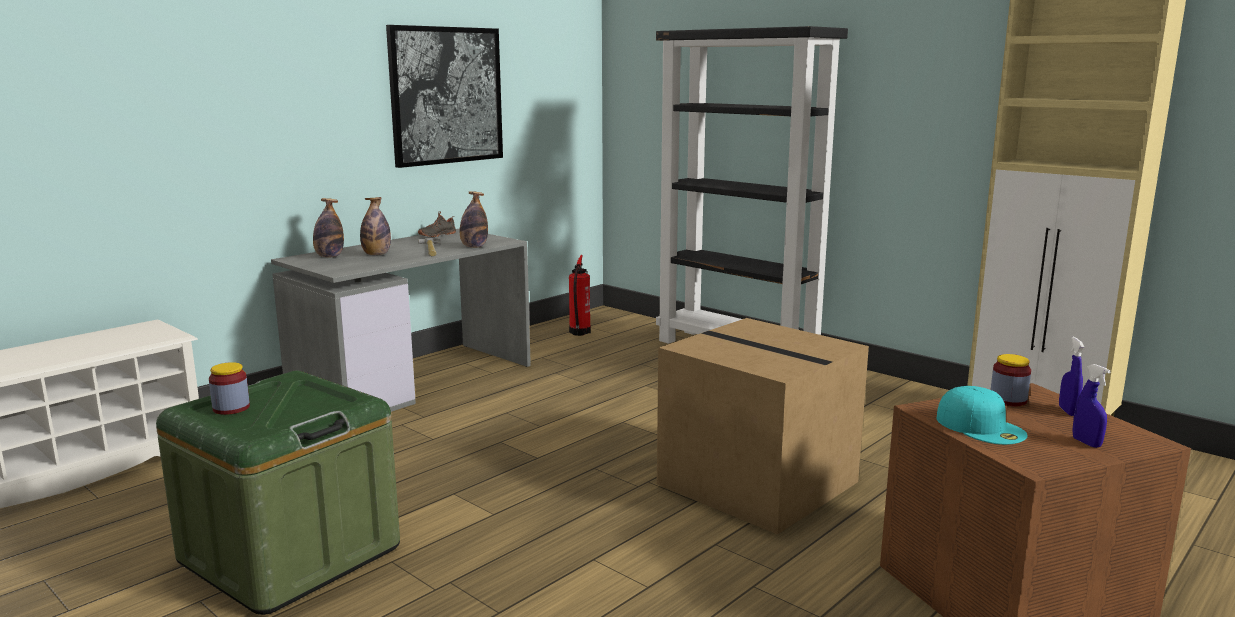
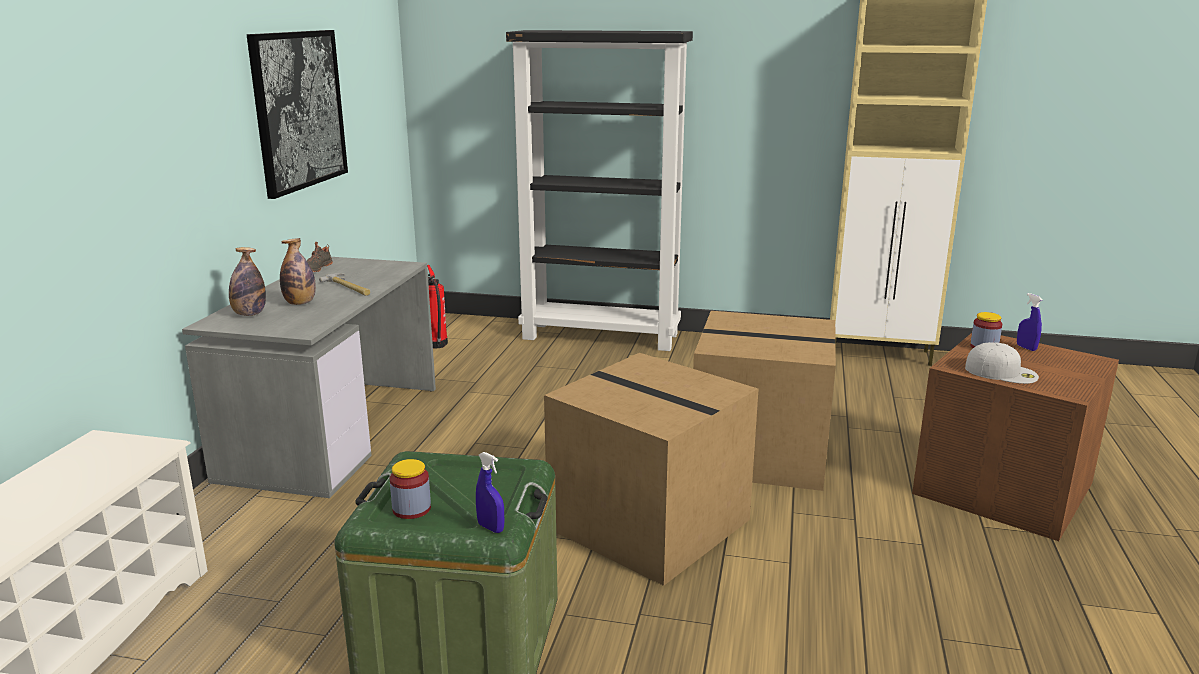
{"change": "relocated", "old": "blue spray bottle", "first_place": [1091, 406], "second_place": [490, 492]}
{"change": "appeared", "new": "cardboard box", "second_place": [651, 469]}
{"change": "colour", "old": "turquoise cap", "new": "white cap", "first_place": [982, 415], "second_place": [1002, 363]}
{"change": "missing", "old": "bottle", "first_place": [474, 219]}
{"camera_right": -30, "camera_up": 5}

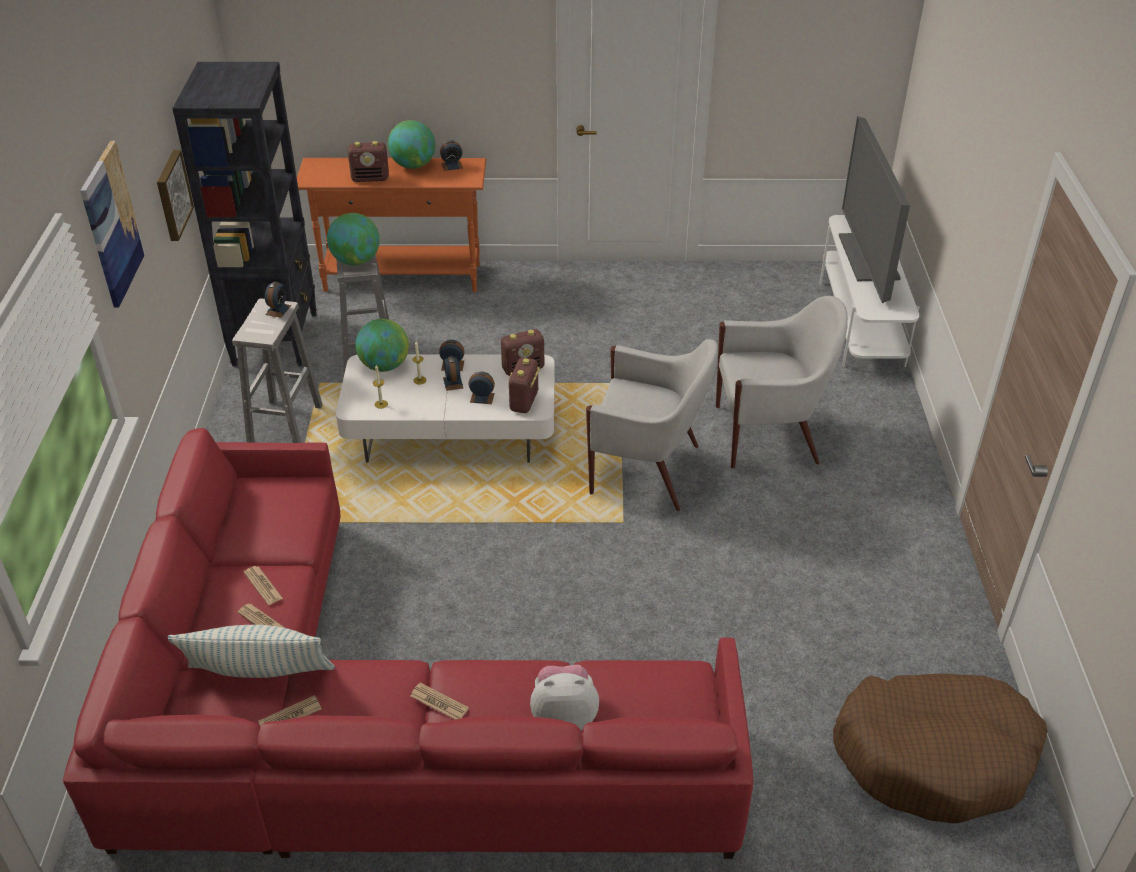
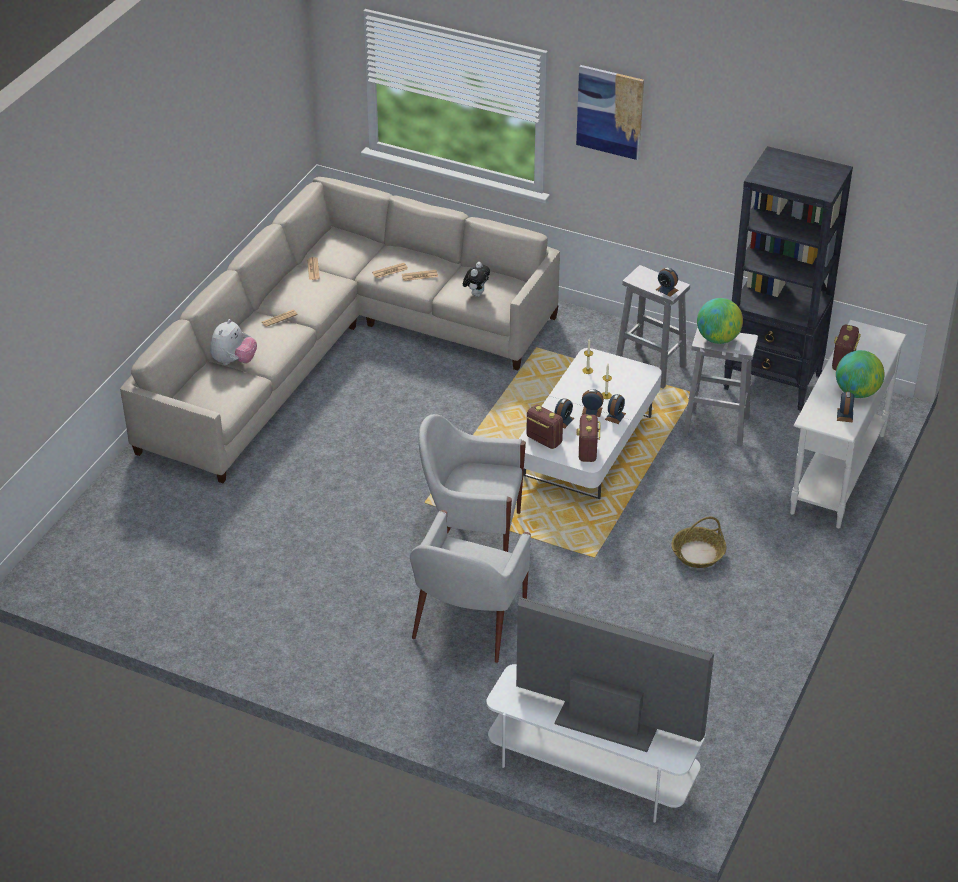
{"change": "colour", "old": "red sofa", "new": "beige sofa", "first_place": [408, 643], "second_place": [340, 330]}
{"change": "spun", "old": "white armchair", "first_place": [652, 425], "second_place": [472, 483], "degrees": 60}
{"change": "appeared", "new": "plush toy", "second_place": [476, 279]}
{"change": "appeared", "new": "basket", "second_place": [698, 542]}
{"change": "colour", "old": "orange console table", "new": "white console table", "first_place": [391, 225], "second_place": [848, 424]}
{"change": "missing", "old": "picture", "first_place": [175, 195]}
{"change": "missing", "old": "pillow", "first_place": [251, 651]}
{"change": "missing", "old": "globe", "first_place": [382, 345]}
{"change": "missing", "old": "brown dog bed", "first_place": [940, 748]}
{"camera_right": 115, "camera_up": 0}

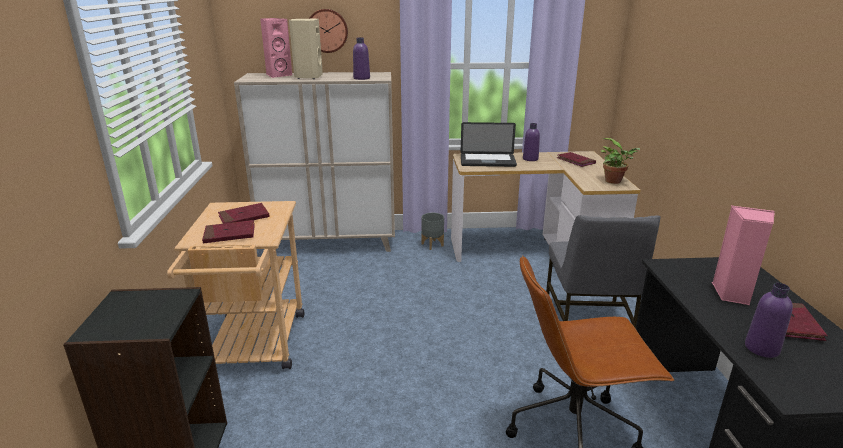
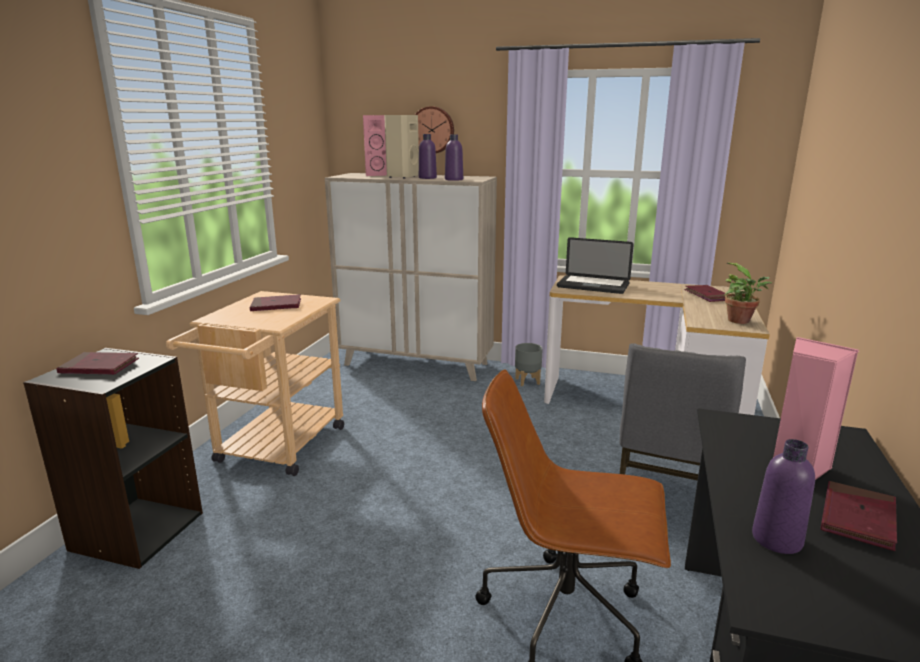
{"change": "relocated", "old": "red book", "first_place": [228, 231], "second_place": [97, 363]}
{"change": "relocated", "old": "purple bottle", "first_place": [531, 142], "second_place": [428, 156]}
{"camera_right": 20, "camera_up": -5}

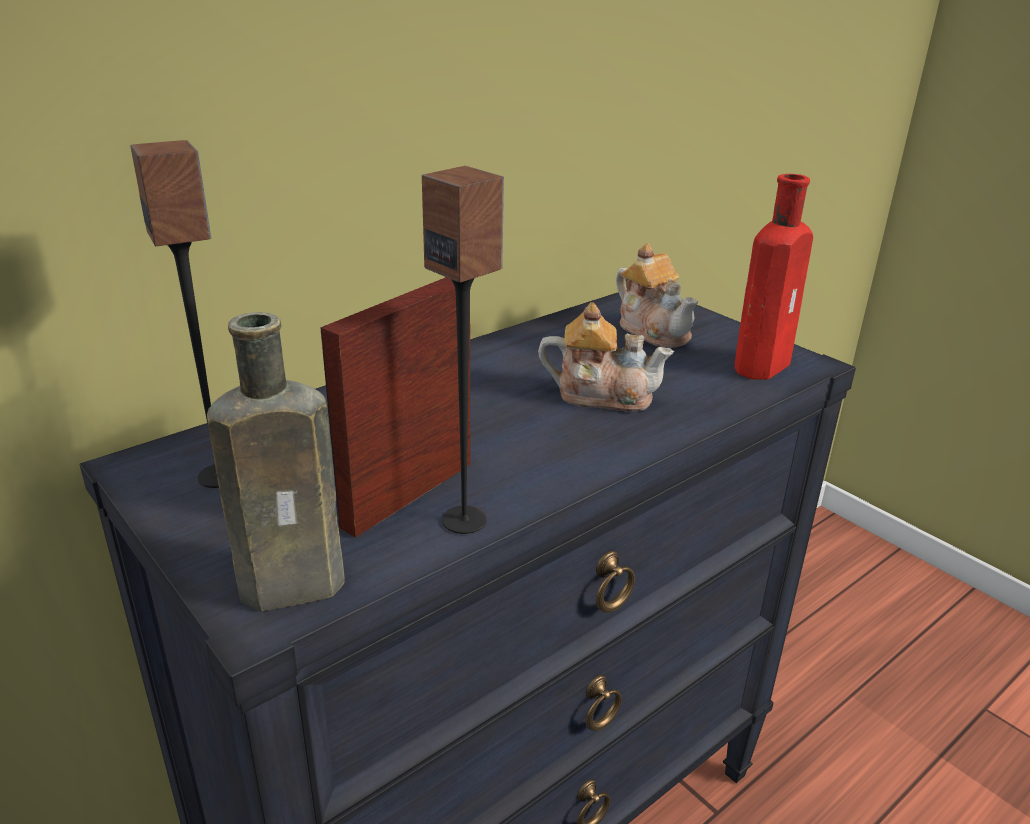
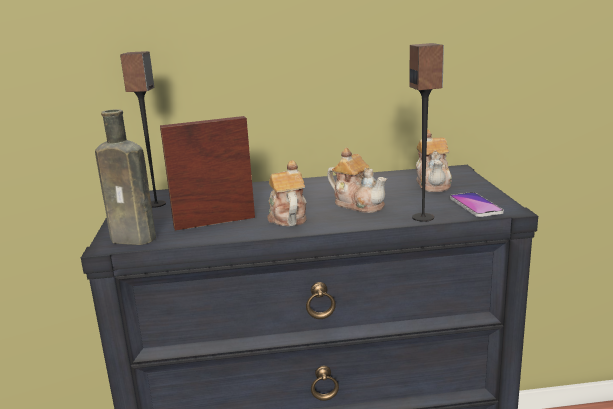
{"change": "appeared", "new": "teapot", "second_place": [287, 193]}
{"change": "relocated", "old": "speaker", "first_place": [463, 350], "second_place": [426, 132]}
{"change": "exchanged", "old": "red bottle", "new": "phone", "first_place": [774, 277], "second_place": [477, 204]}
{"camera_right": 35, "camera_up": -10}

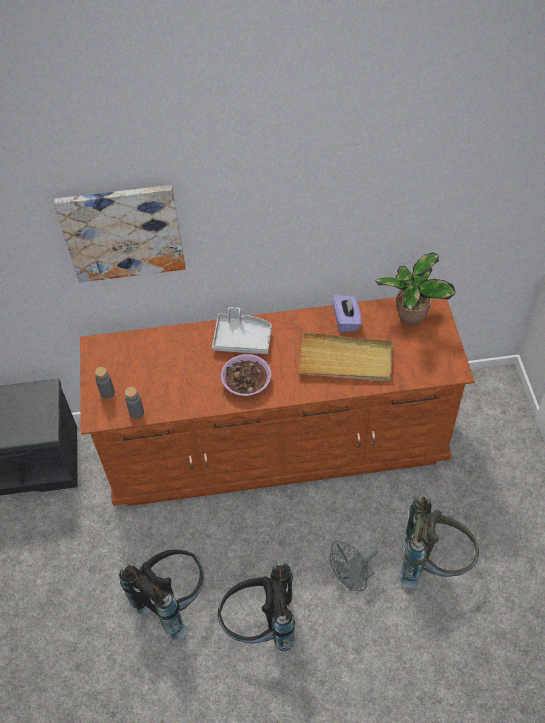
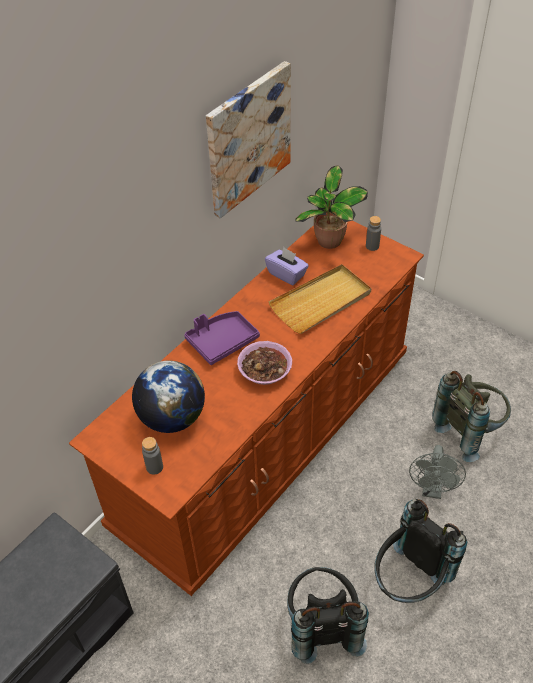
{"change": "appeared", "new": "globe", "second_place": [168, 397]}
{"change": "colour", "old": "grey tray", "new": "purple tray", "first_place": [242, 330], "second_place": [222, 338]}
{"change": "relocated", "old": "picture", "first_place": [119, 233], "second_place": [248, 139]}
{"change": "relocated", "old": "grey bottle", "first_place": [134, 403], "second_place": [373, 233]}
{"camera_right": -45, "camera_up": -5}

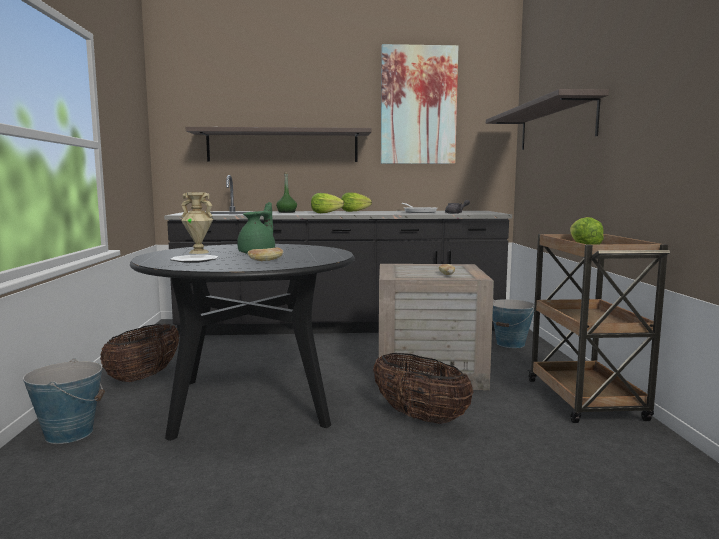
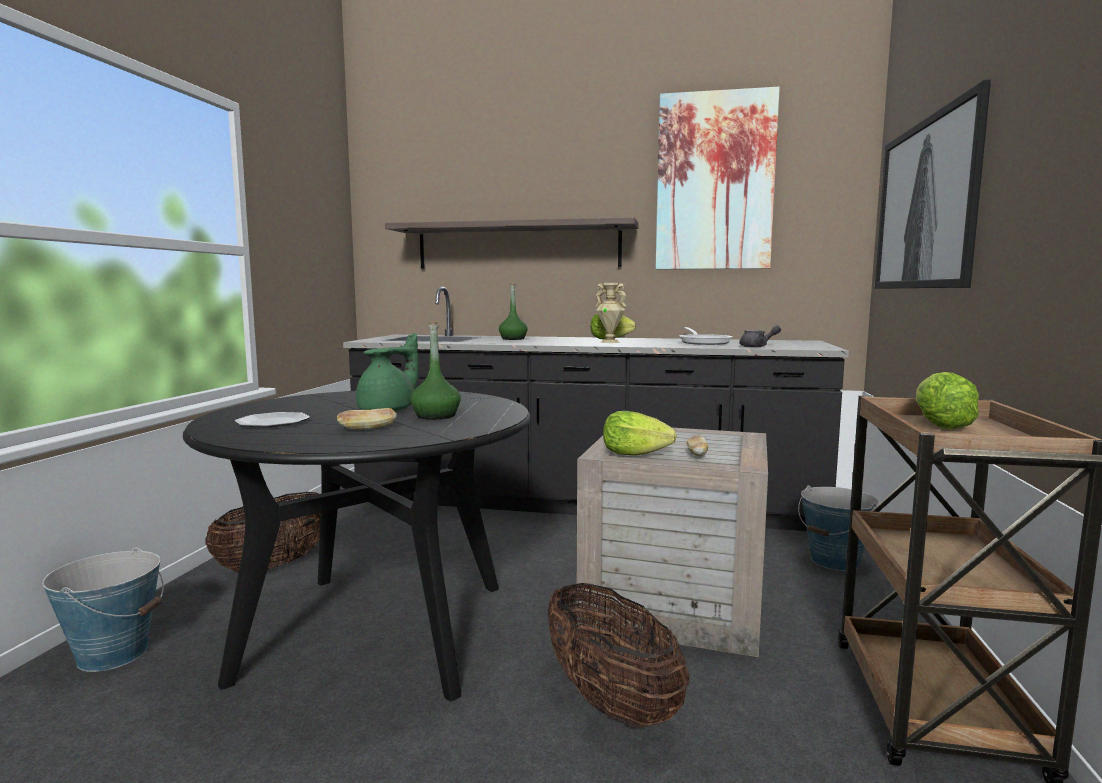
{"change": "appeared", "new": "green bottle", "second_place": [435, 370]}
{"change": "relocated", "old": "beige vase", "first_place": [197, 223], "second_place": [611, 313]}
{"change": "relocated", "old": "lettuce", "first_place": [327, 203], "second_place": [640, 433]}
{"change": "exchanged", "old": "shelf", "new": "picture", "first_place": [547, 119], "second_place": [933, 184]}
{"camera_right": 15, "camera_up": 0}

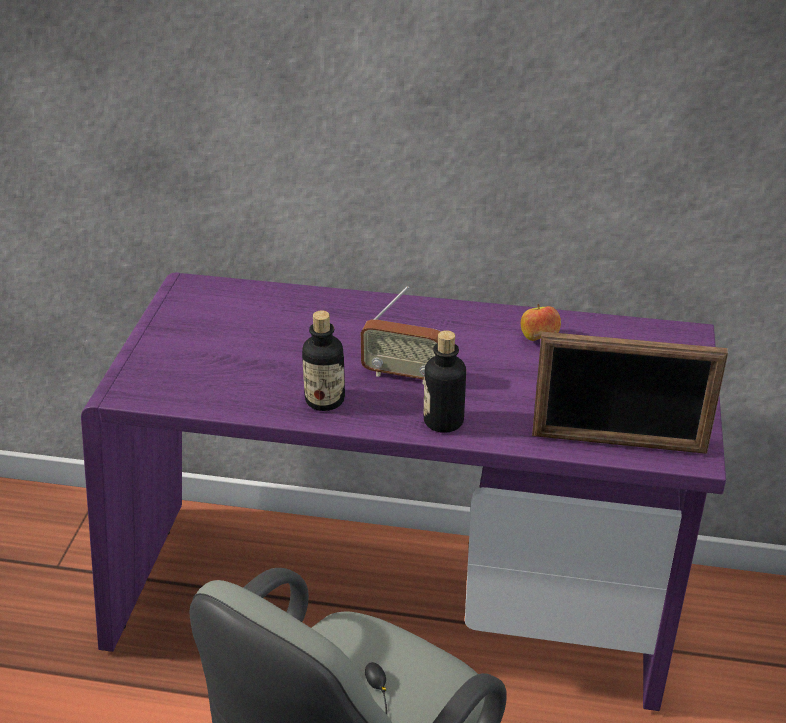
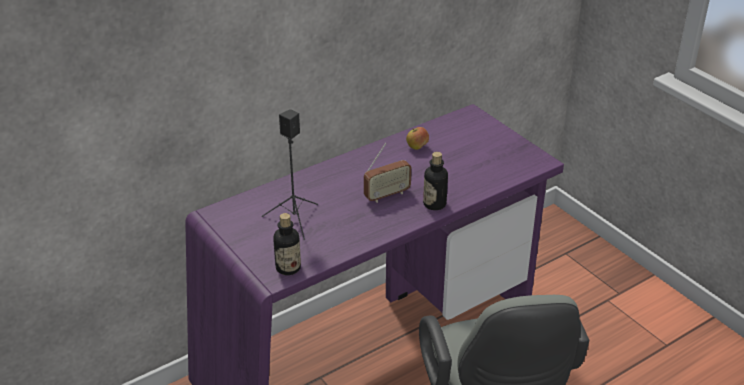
{"change": "appeared", "new": "black speaker", "second_place": [290, 174]}
{"change": "relocated", "old": "bottle", "first_place": [323, 361], "second_place": [287, 244]}
{"change": "missing", "old": "picture frame", "first_place": [630, 393]}
{"camera_right": -45, "camera_up": 0}

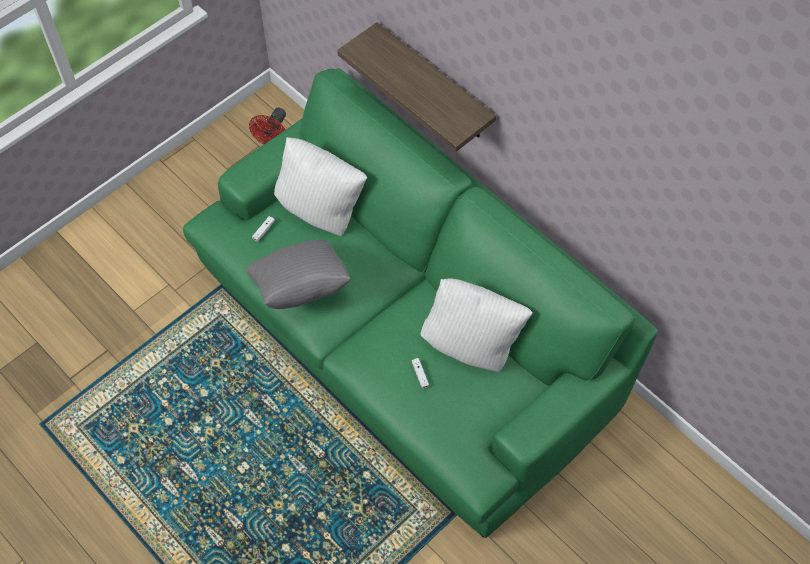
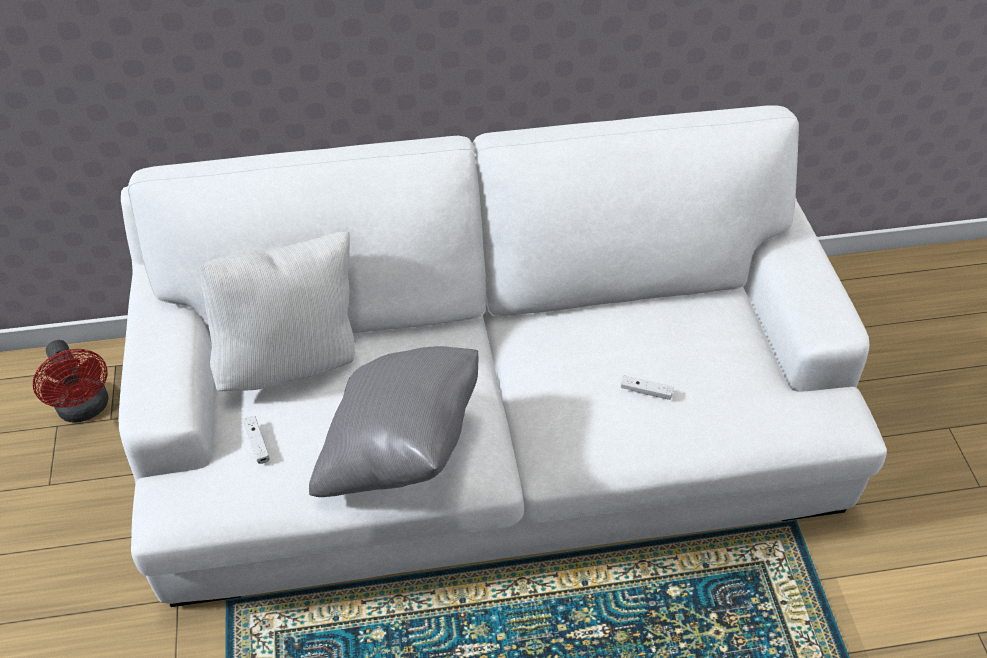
{"change": "colour", "old": "green sofa", "new": "white sofa", "first_place": [420, 303], "second_place": [503, 356]}
{"change": "missing", "old": "shelf", "first_place": [416, 87]}
{"change": "missing", "old": "white pillow", "first_place": [477, 325]}
{"camera_right": -55, "camera_up": -10}

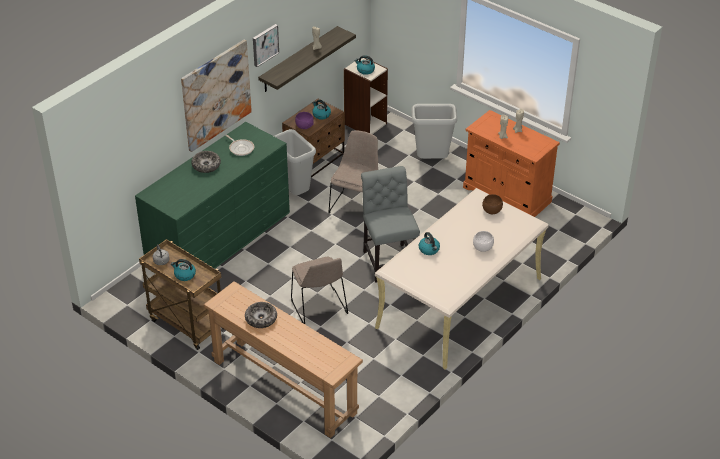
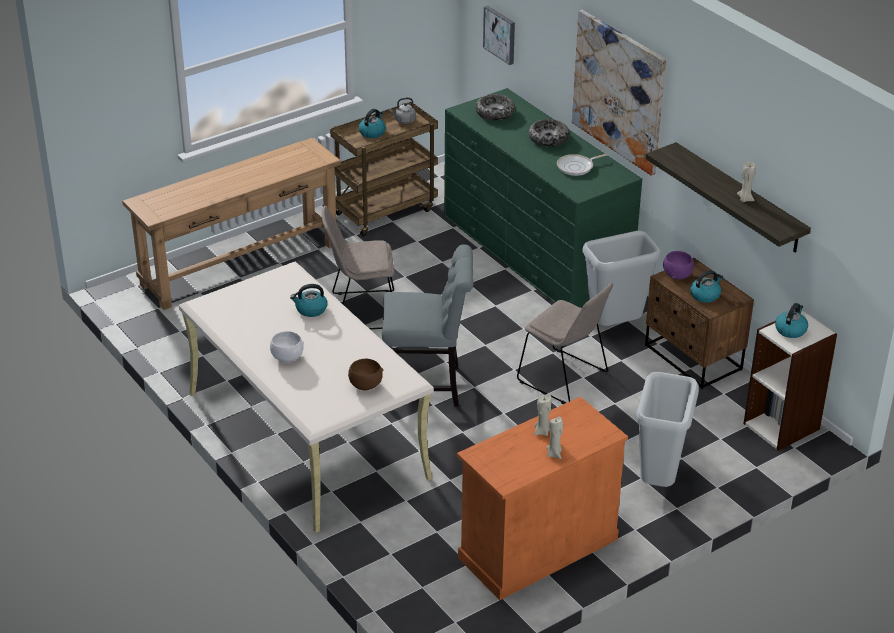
{"change": "relocated", "old": "bowl", "first_place": [261, 315], "second_place": [495, 107]}
{"change": "relocated", "old": "picture", "first_place": [266, 45], "second_place": [499, 35]}
{"camera_right": 105, "camera_up": -5}

